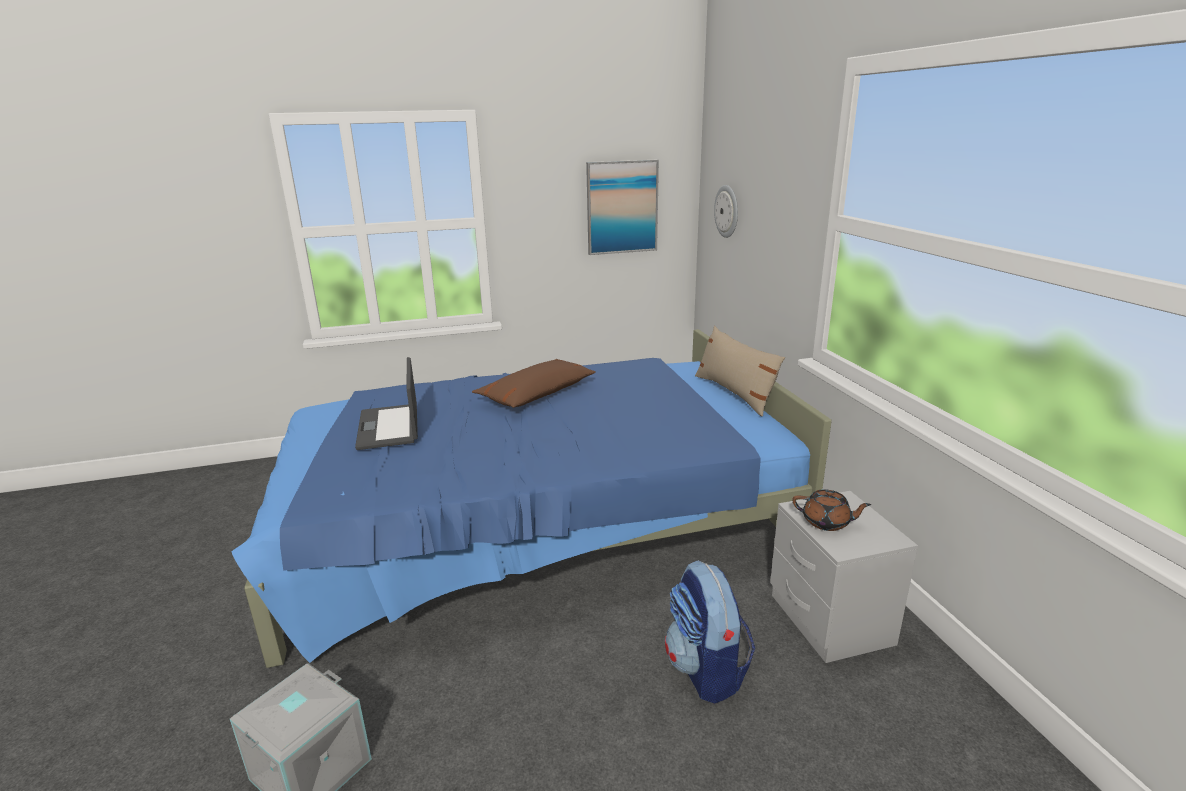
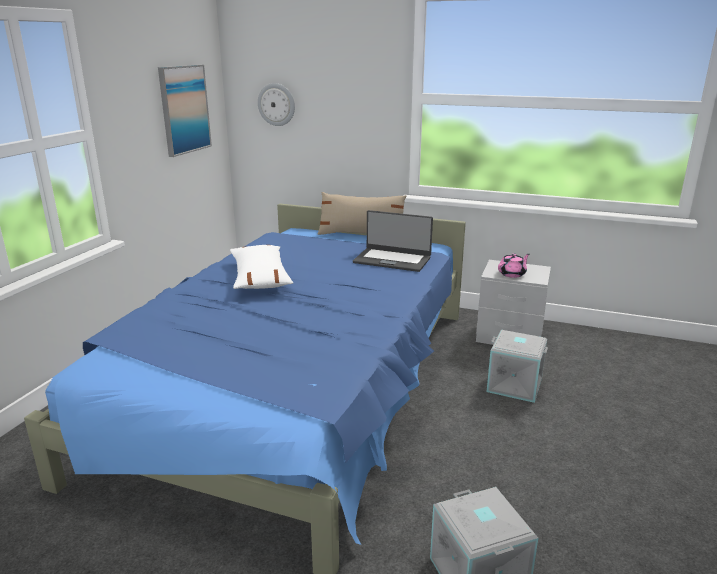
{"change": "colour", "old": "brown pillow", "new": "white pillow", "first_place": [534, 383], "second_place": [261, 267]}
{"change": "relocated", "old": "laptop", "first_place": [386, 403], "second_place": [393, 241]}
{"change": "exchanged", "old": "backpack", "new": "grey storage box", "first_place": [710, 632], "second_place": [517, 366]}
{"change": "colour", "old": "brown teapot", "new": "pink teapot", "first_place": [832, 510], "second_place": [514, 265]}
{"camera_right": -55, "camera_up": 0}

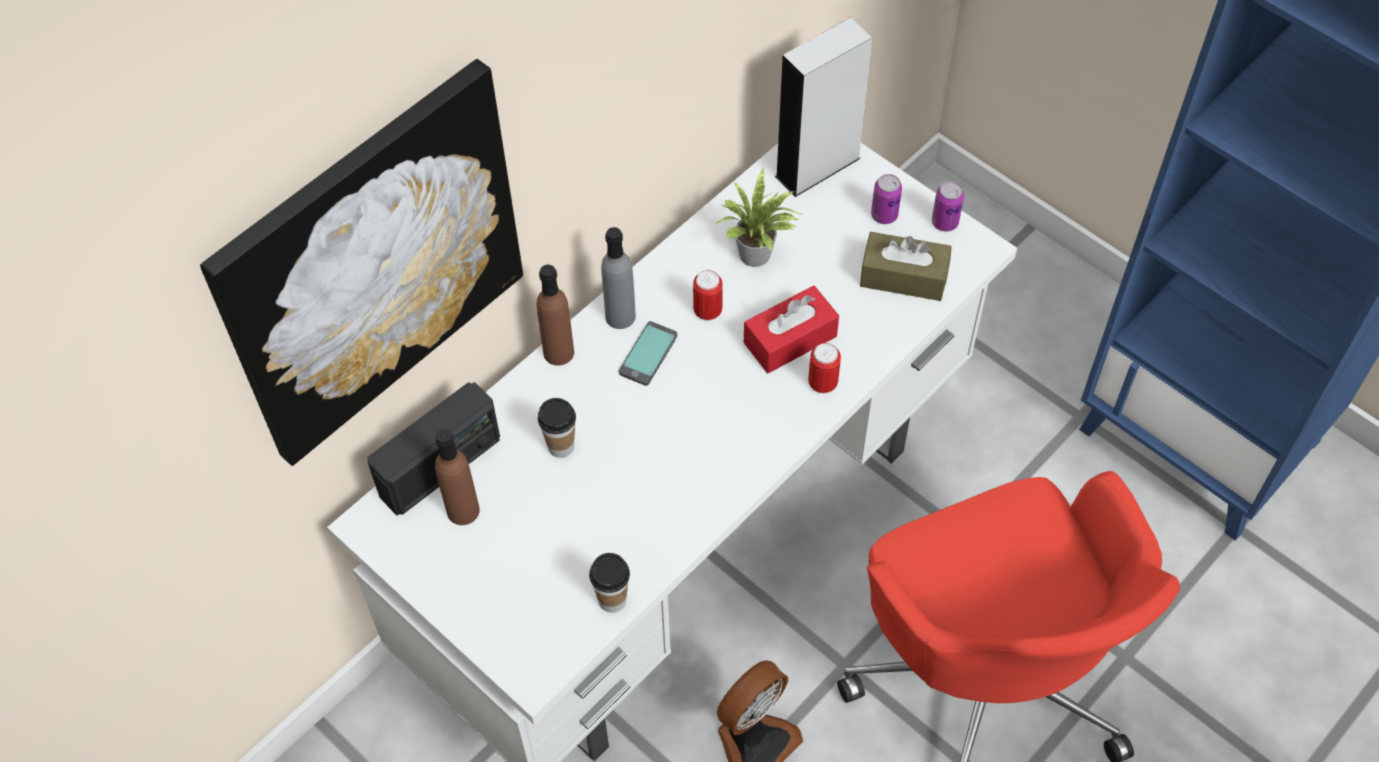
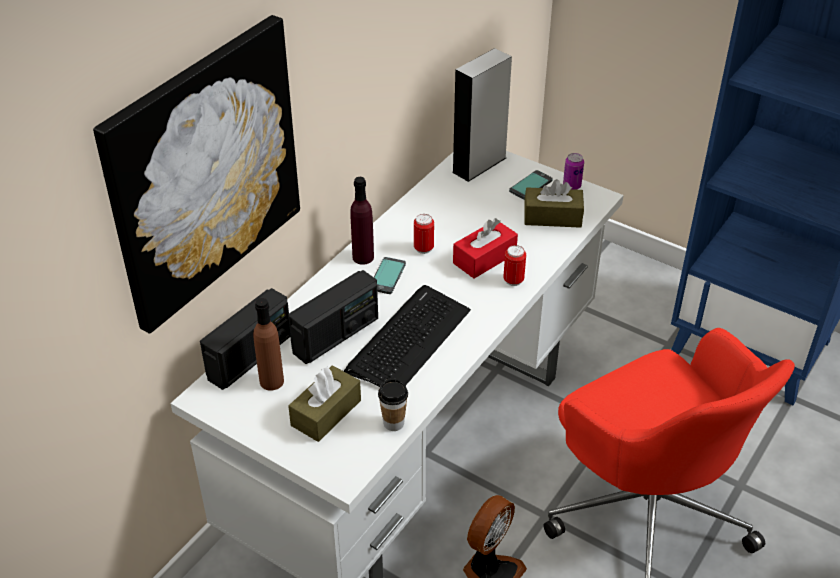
{"change": "exchanged", "old": "cup", "new": "radio", "first_place": [557, 428], "second_place": [333, 317]}
{"change": "appeared", "new": "brown tissue box", "second_place": [324, 403]}
{"change": "appeared", "new": "keyboard", "second_place": [407, 336]}
{"change": "colour", "old": "grey bottle", "new": "purple bottle", "first_place": [618, 278], "second_place": [362, 221]}
{"change": "exchanged", "old": "can", "new": "phone", "first_place": [886, 199], "second_place": [531, 185]}
{"change": "missing", "old": "brown bottle", "first_place": [555, 315]}
{"change": "missing", "old": "potted plant", "first_place": [760, 218]}
{"camera_right": -10, "camera_up": -15}

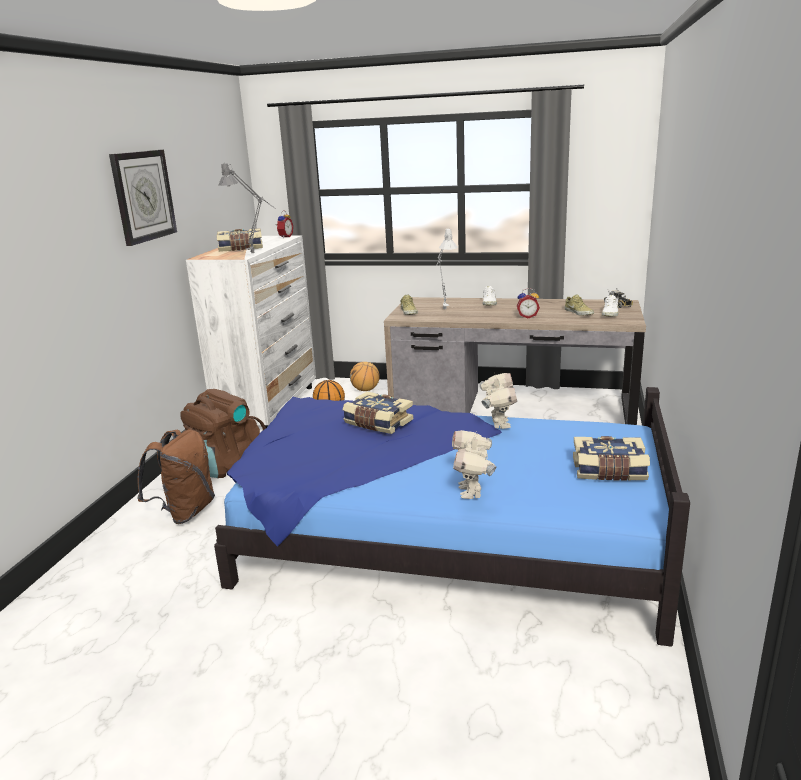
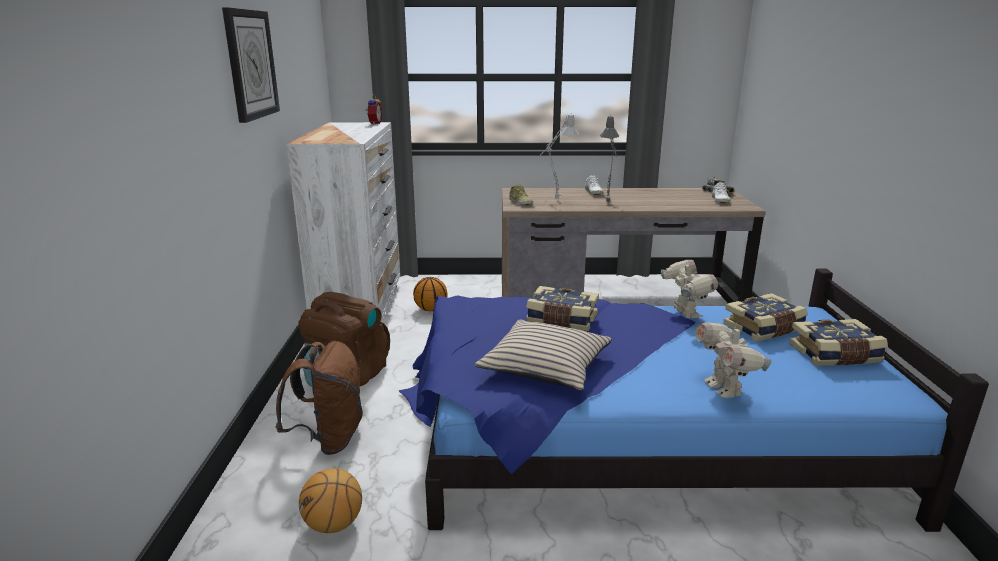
{"change": "relocated", "old": "basketball", "first_place": [365, 376], "second_place": [330, 501]}
{"change": "appeared", "new": "beige pillow", "second_place": [543, 355]}
{"change": "relocated", "old": "grey table lamp", "first_place": [247, 208], "second_place": [609, 158]}
{"change": "relocated", "old": "book", "first_place": [240, 240], "second_place": [765, 317]}
{"change": "missing", "old": "alarm clock", "first_place": [528, 303]}
{"change": "missing", "old": "beige shoe", "first_place": [579, 305]}
{"camera_right": -15, "camera_up": 0}

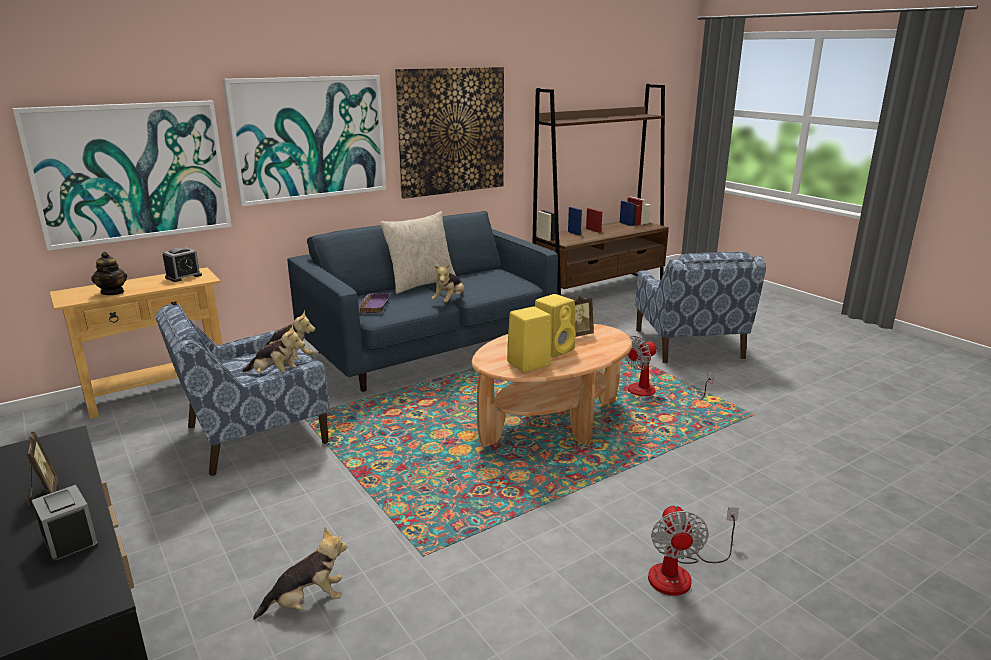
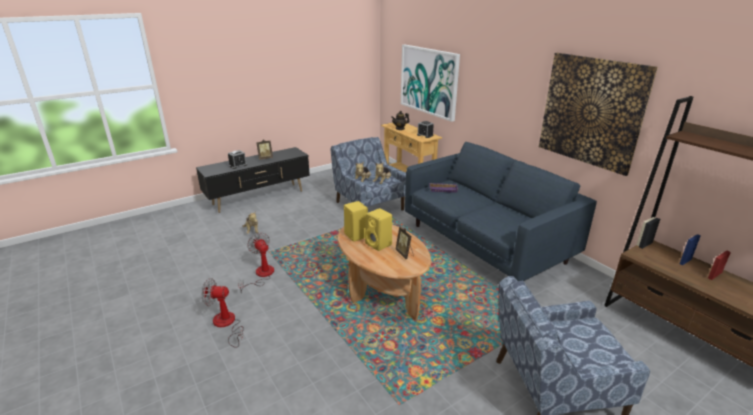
{"change": "relocated", "old": "fan", "first_place": [669, 368], "second_place": [256, 263]}
{"change": "missing", "old": "picture", "first_place": [304, 140]}
{"change": "missing", "old": "beige pillow", "first_place": [418, 252]}
{"change": "missing", "old": "plush toy", "first_place": [447, 283]}
{"camera_right": 90, "camera_up": 5}

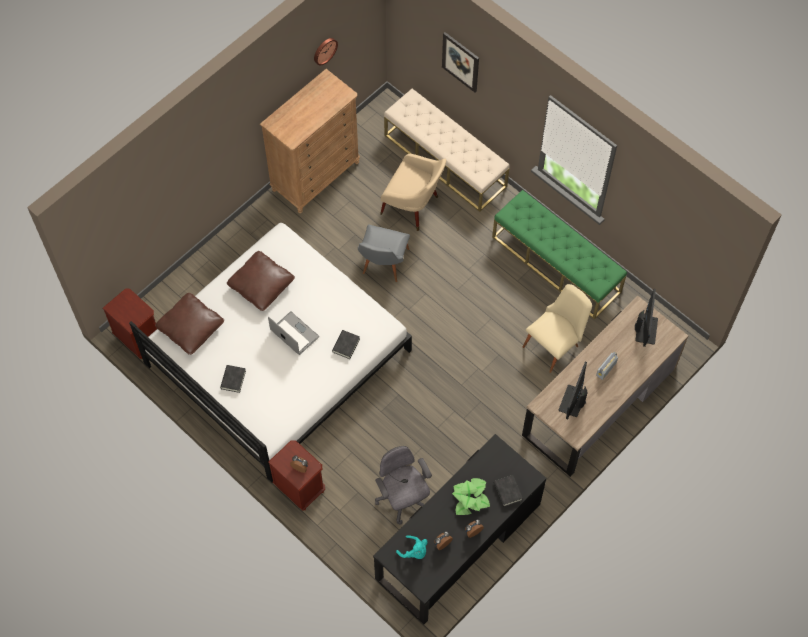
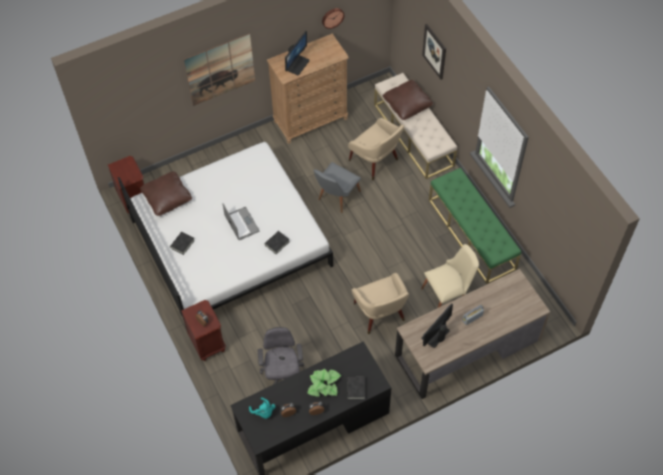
{"change": "appeared", "new": "picture", "second_place": [219, 69]}
{"change": "relocated", "old": "monitor", "first_place": [646, 318], "second_place": [297, 53]}
{"change": "appeared", "new": "beige armchair", "second_place": [380, 303]}
{"change": "relocated", "old": "brown pillow", "first_place": [261, 281], "second_place": [408, 100]}
{"camera_right": 20, "camera_up": -5}

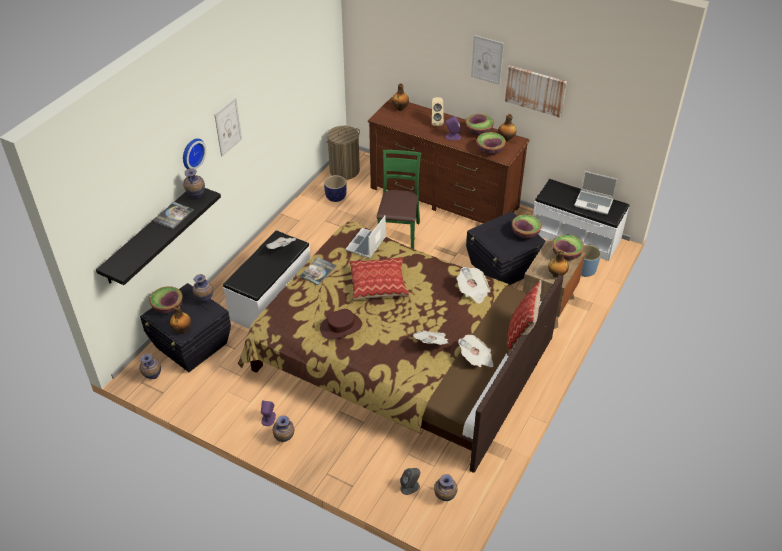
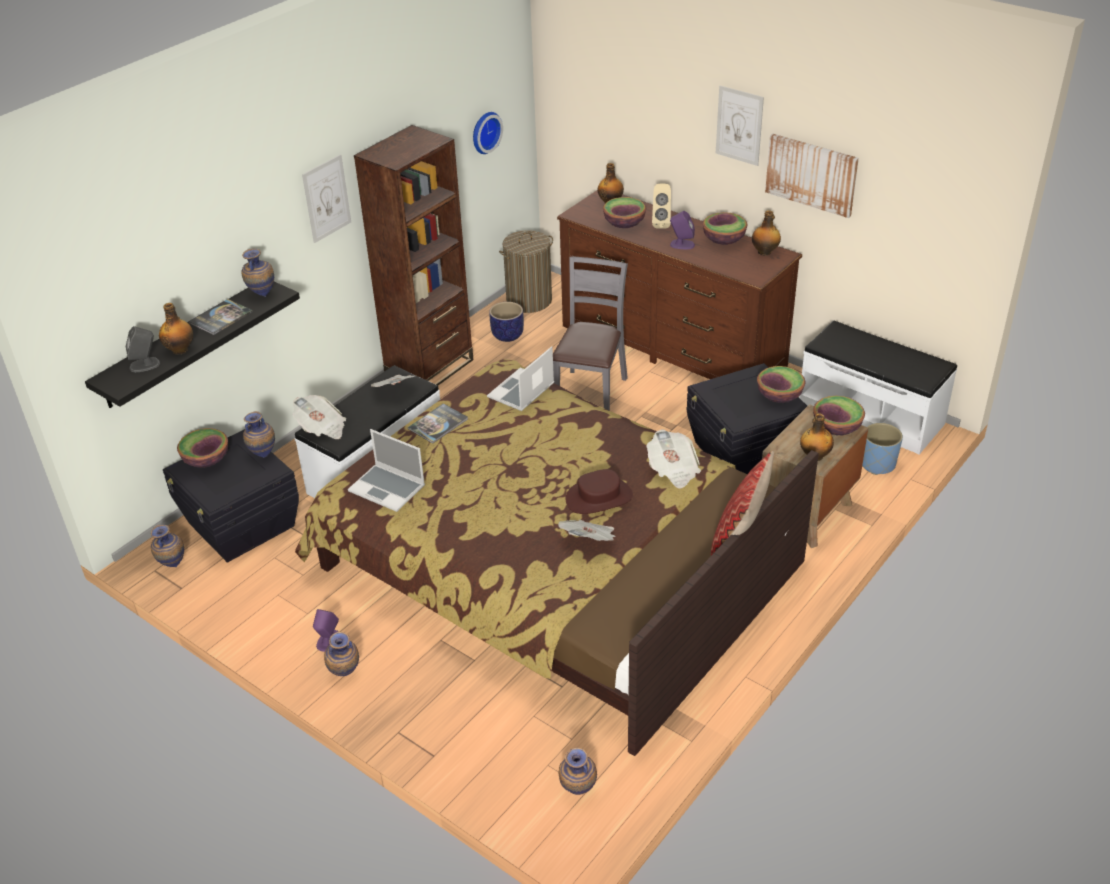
{"change": "relocated", "old": "grey speaker", "first_place": [410, 481], "second_place": [143, 349]}
{"change": "relocated", "old": "bottle", "first_place": [180, 319], "second_place": [176, 329]}
{"change": "relocated", "old": "newspaper", "first_place": [475, 351], "second_place": [319, 417]}
{"change": "relocated", "old": "laptop", "first_place": [596, 193], "second_place": [386, 470]}
{"change": "appeared", "new": "brown bookcase", "second_place": [413, 255]}
{"change": "relocated", "old": "wall clock", "first_place": [194, 154], "second_place": [488, 133]}
{"change": "colour", "old": "green chair", "new": "grey chair", "first_place": [398, 199], "second_place": [590, 334]}
{"change": "relocated", "old": "brown hat", "first_place": [341, 324], "second_place": [599, 491]}
{"change": "relocated", "old": "bowl", "first_place": [491, 143], "second_place": [624, 212]}
{"change": "missing", "old": "pillow", "first_place": [379, 278]}
{"camera_right": 10, "camera_up": -5}

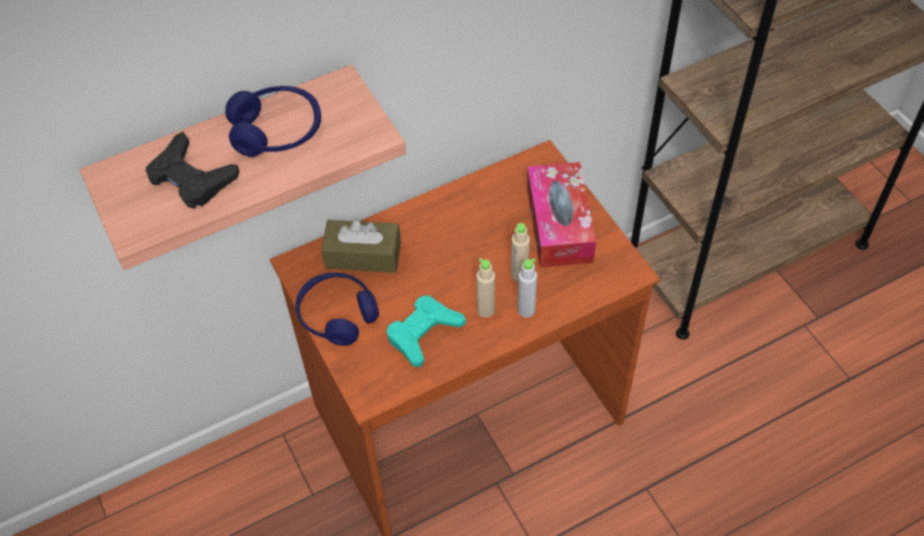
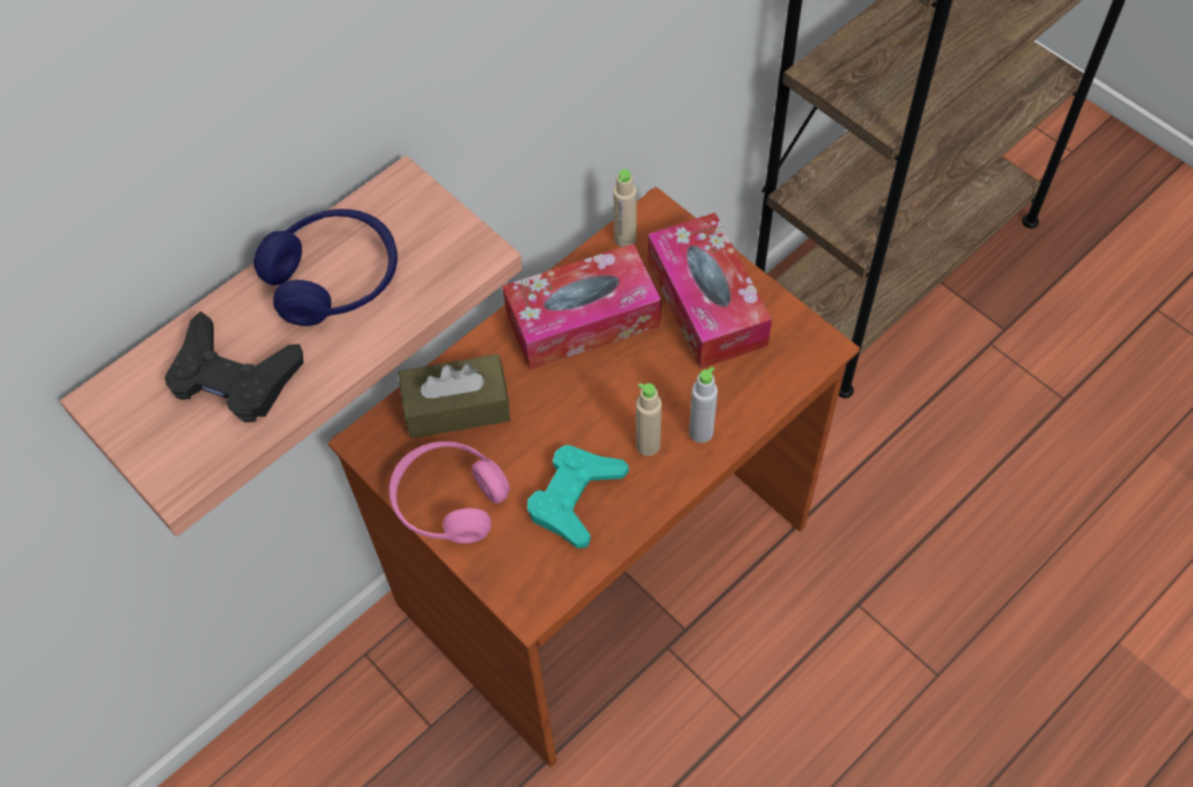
{"change": "colour", "old": "blue headphones", "new": "pink headphones", "first_place": [337, 309], "second_place": [449, 492]}
{"change": "appeared", "new": "tissue box", "second_place": [581, 307]}
{"change": "relocated", "old": "beige bottle", "first_place": [520, 252], "second_place": [624, 208]}
{"camera_right": -15, "camera_up": 5}

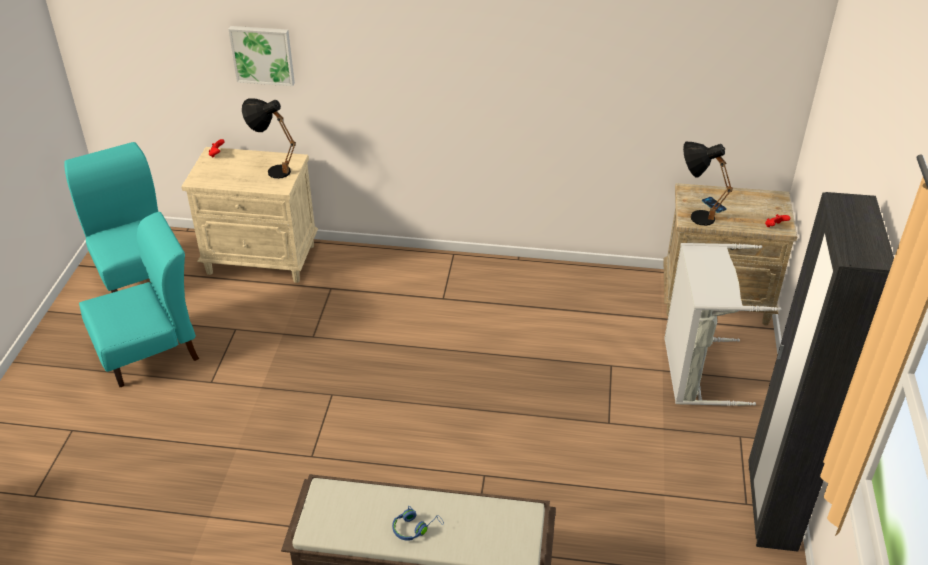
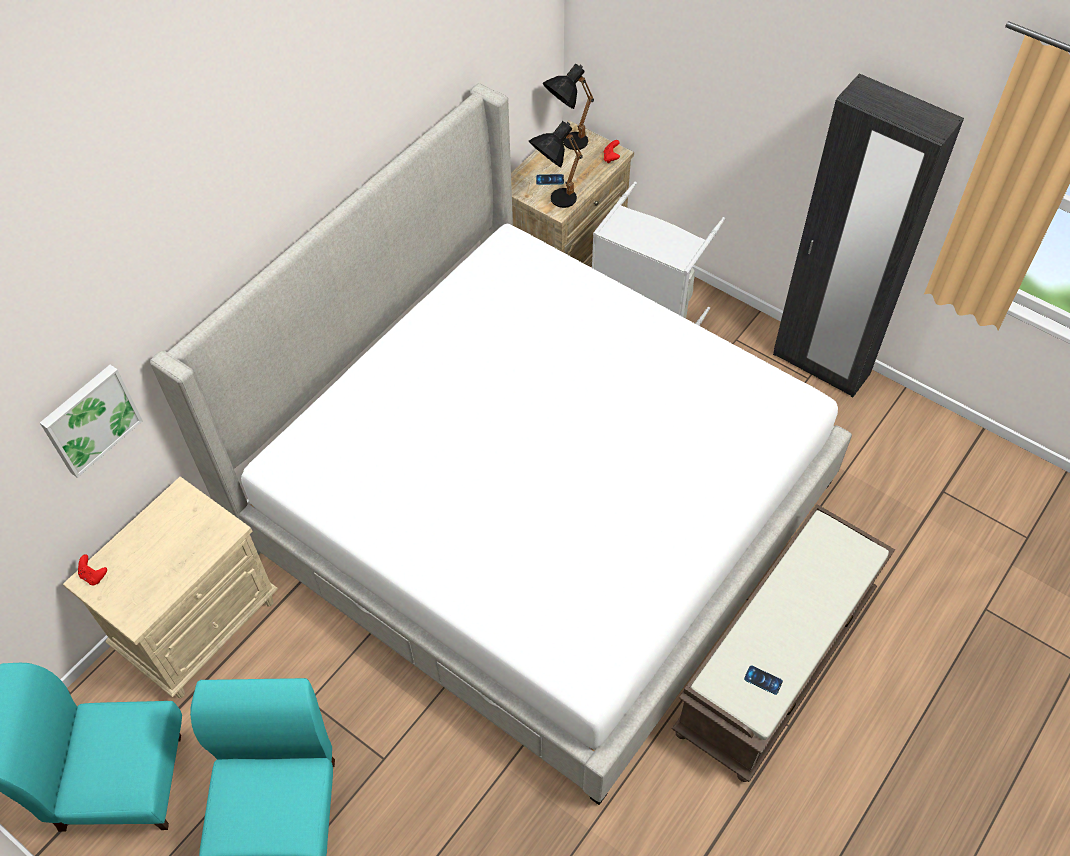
{"change": "appeared", "new": "bed", "second_place": [501, 444]}
{"change": "relocated", "old": "black table lamp", "first_place": [269, 138], "second_place": [568, 107]}
{"change": "appeared", "new": "phone", "second_place": [763, 680]}
{"change": "missing", "old": "blue headphones", "first_place": [418, 523]}
{"camera_right": -60, "camera_up": 15}

